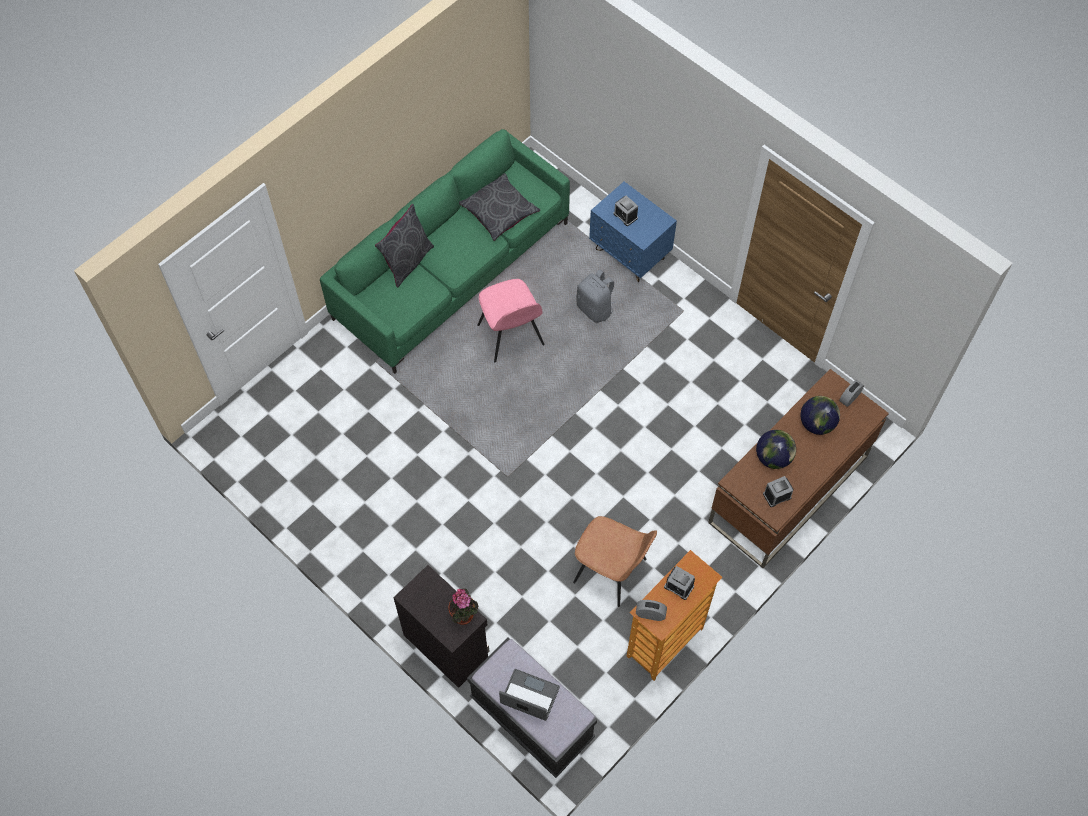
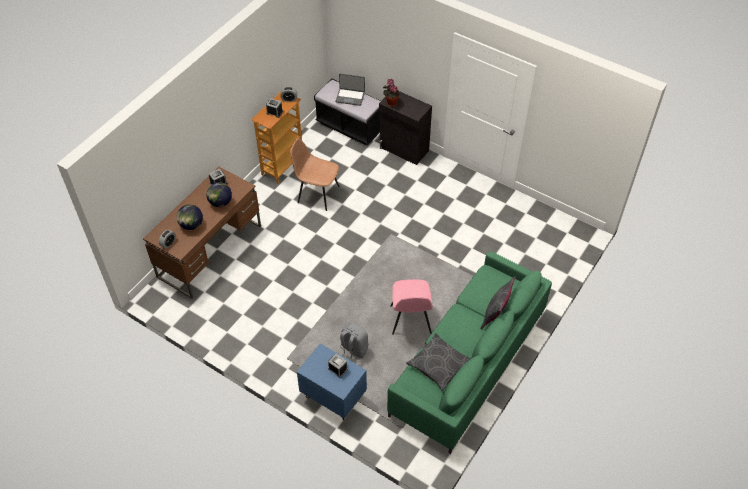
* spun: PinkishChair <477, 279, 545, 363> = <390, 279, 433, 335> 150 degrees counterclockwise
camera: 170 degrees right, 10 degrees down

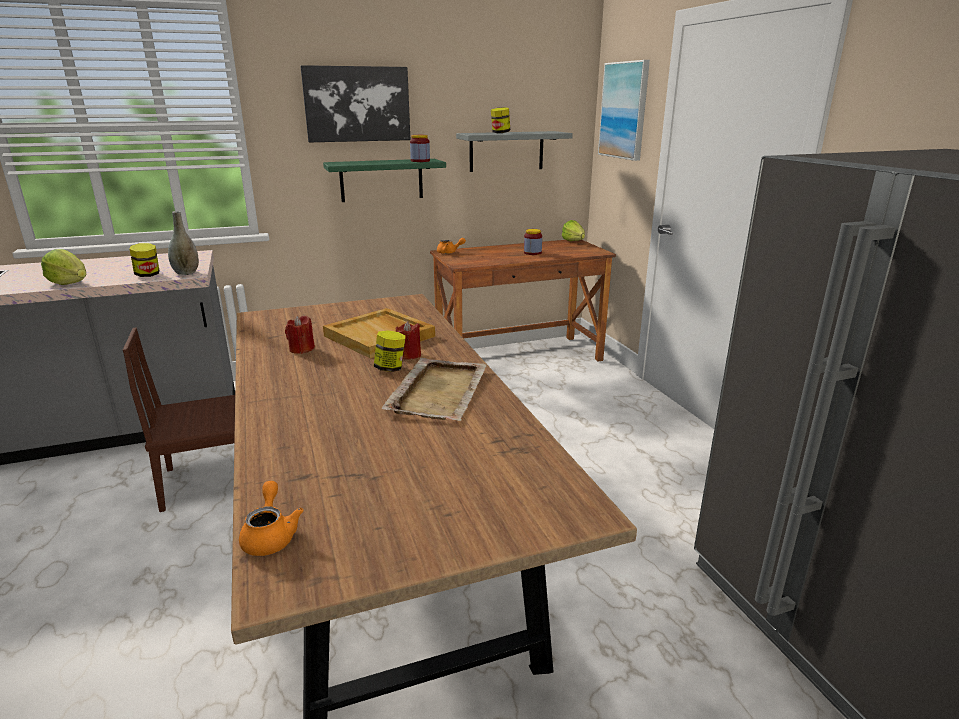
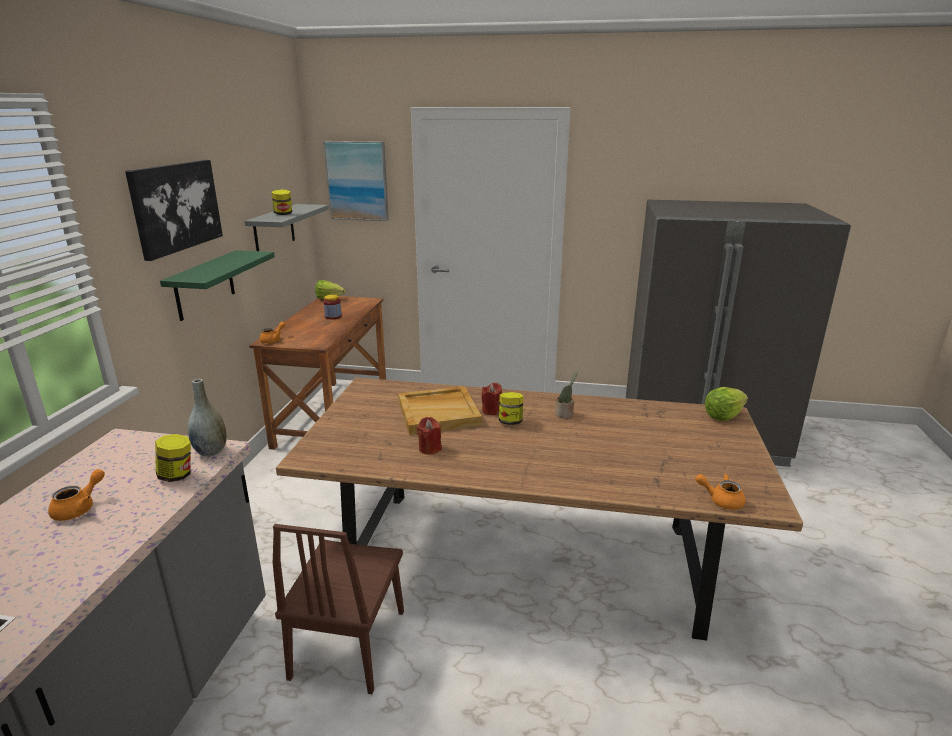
* missing: StorageJar <410, 135, 430, 162>
* relocated: LettuceHead <41, 249, 86, 285> to <705, 387, 748, 421>
* exchanged: BeigeServingTray <382, 358, 487, 421> to PottedPlant <555, 371, 578, 419>
* appeared: OrangeColouredPotForTea <48, 469, 105, 521>
camera: 60 degrees left, 0 degrees up

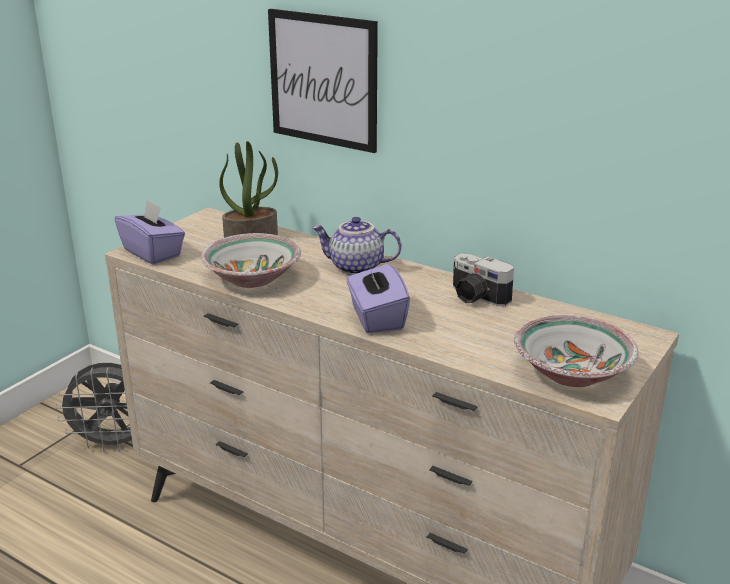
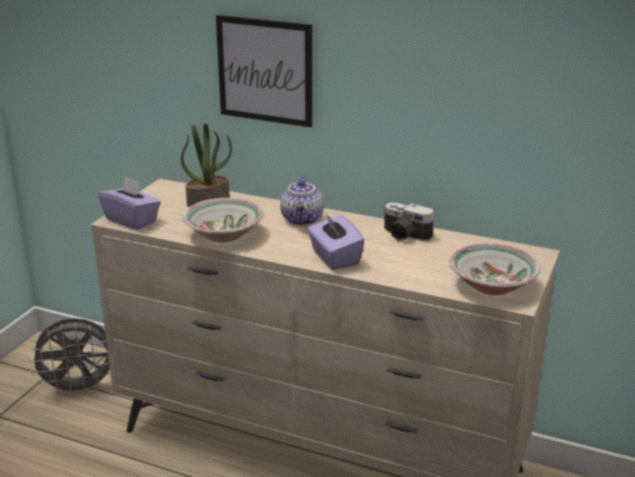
* spun: PotForTea <312, 217, 402, 275> = <280, 177, 324, 226> 90 degrees counterclockwise
camera: 10 degrees left, 0 degrees up

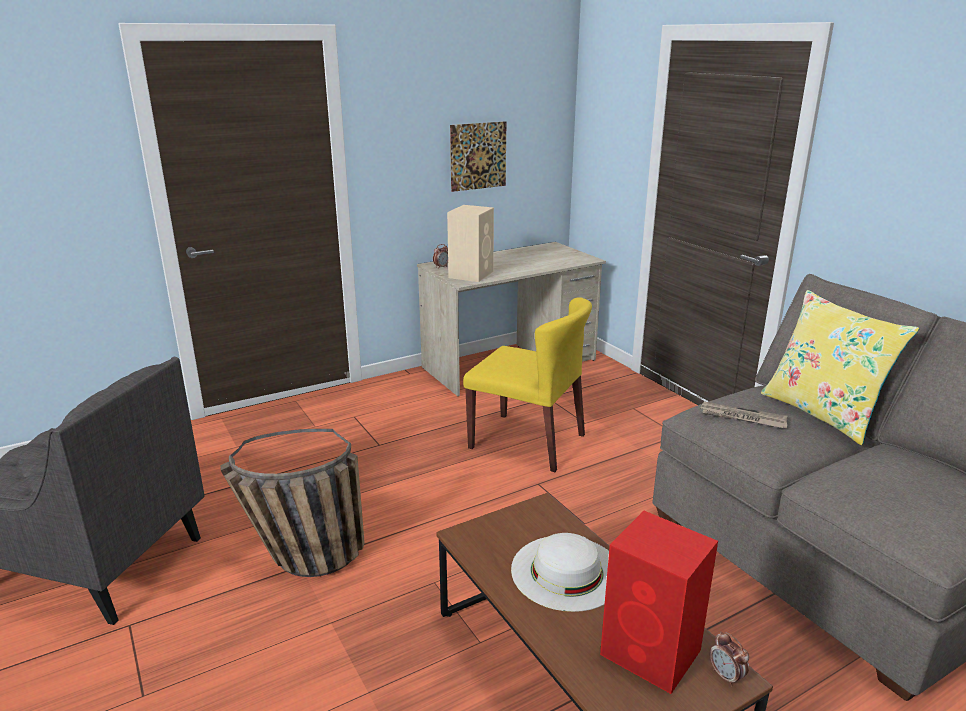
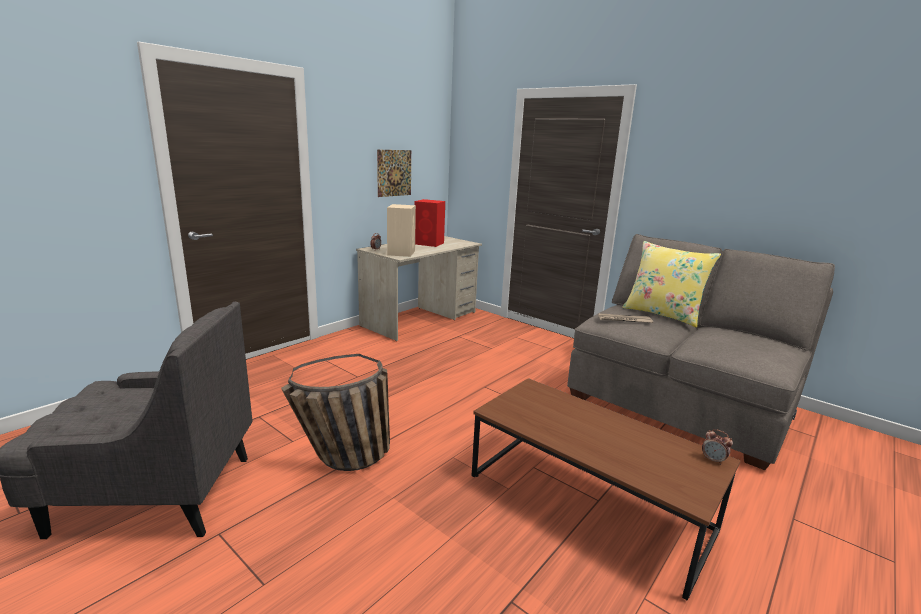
* missing: YellowColouredChair <463, 297, 592, 472>
* relocated: RedColouredLoudspeaker <600, 511, 718, 694> to <415, 199, 445, 247>
* missing: WhiteColouredClothingHat <511, 533, 609, 612>
camera: 20 degrees left, 5 degrees down

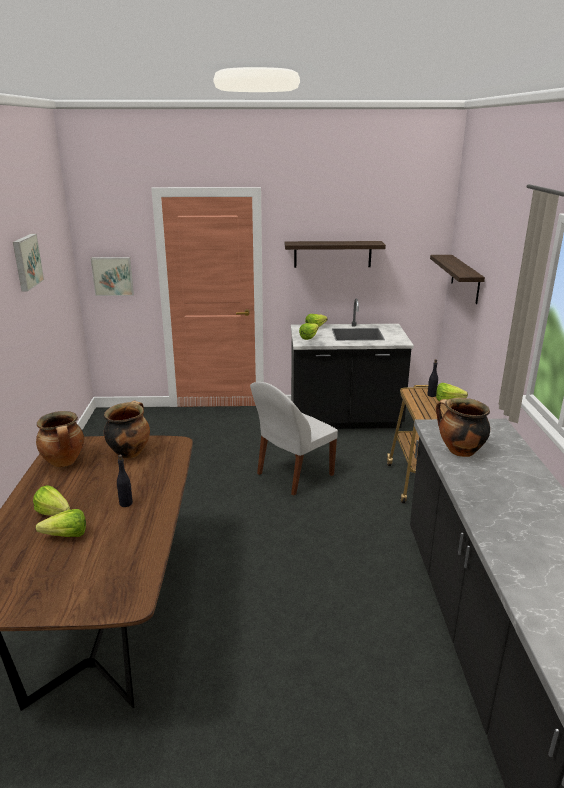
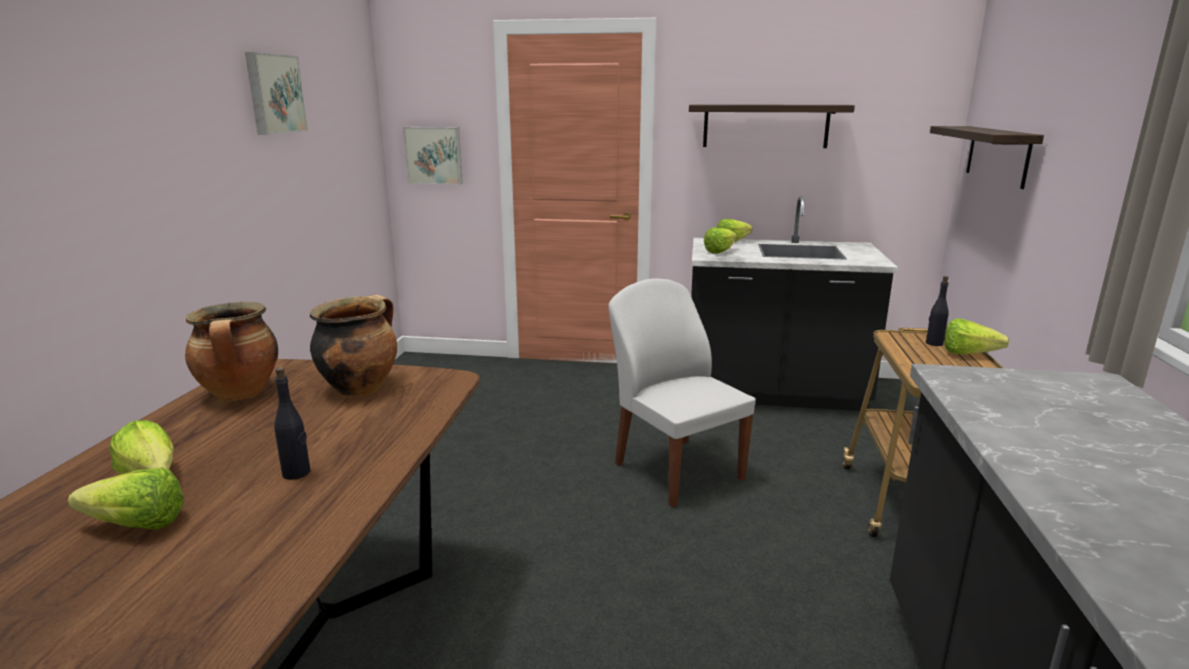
* spun: WhiteColouredChair <250, 382, 338, 496> = <608, 279, 756, 507> 90 degrees clockwise
* missing: Stockpot <436, 398, 490, 457>
camera: 10 degrees right, 5 degrees down

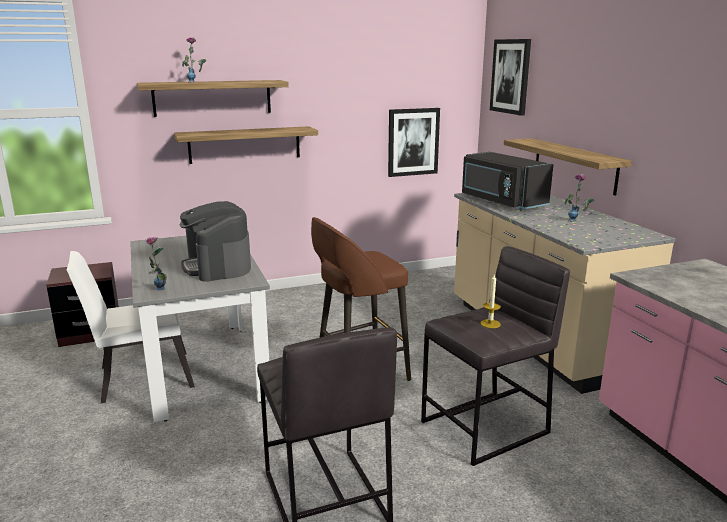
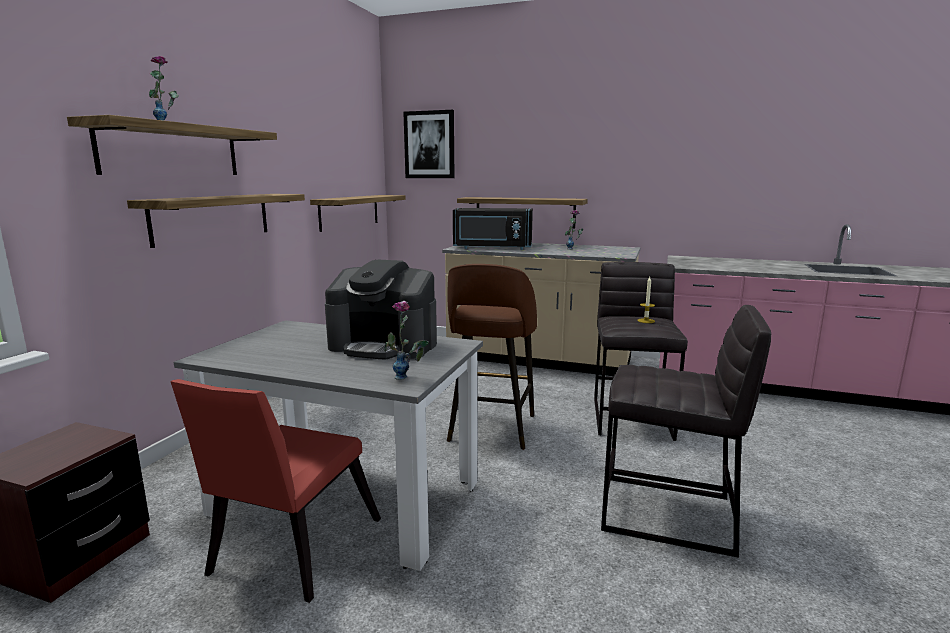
* exchanged: Picture <388, 108, 440, 177> to Shelf <310, 195, 406, 232>
* colour: WhiteColouredChair <67, 251, 195, 403> to RedColouredChair <170, 379, 381, 603>
camera: 50 degrees left, 5 degrees down

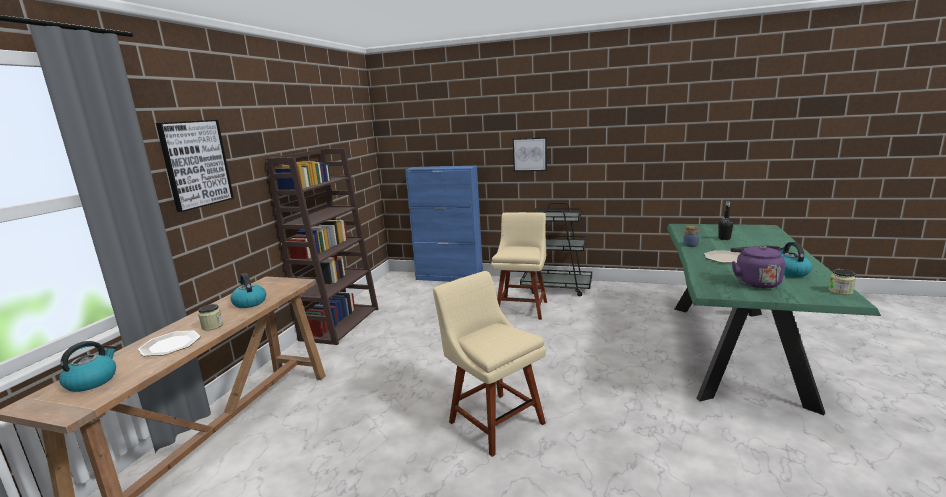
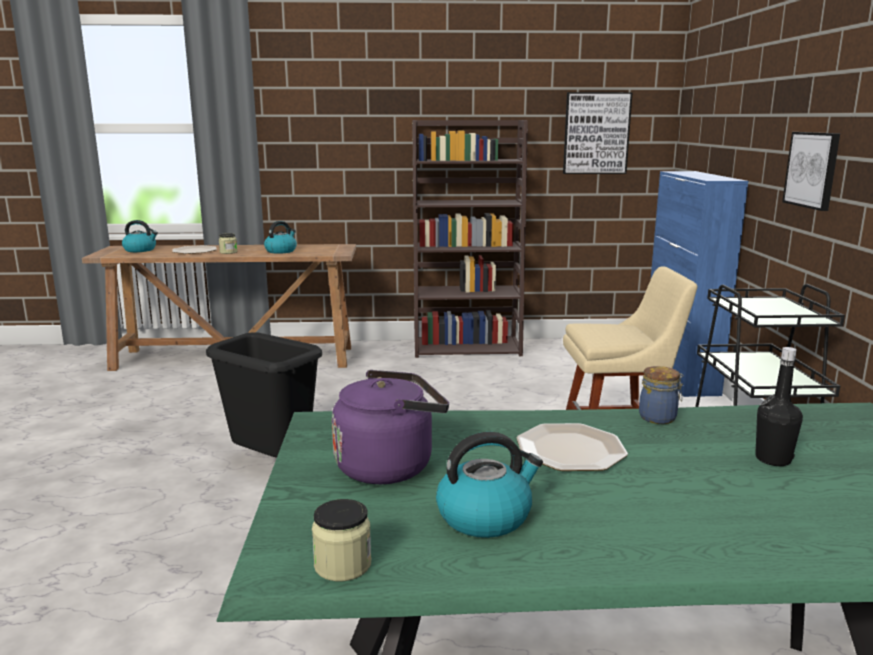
* relocated: Picture <156, 120, 234, 212> to <563, 92, 633, 174>
* exchanged: BeigeChair <433, 271, 546, 457> to BlackishTrashCan <206, 332, 322, 458>
camera: 70 degrees right, 0 degrees up

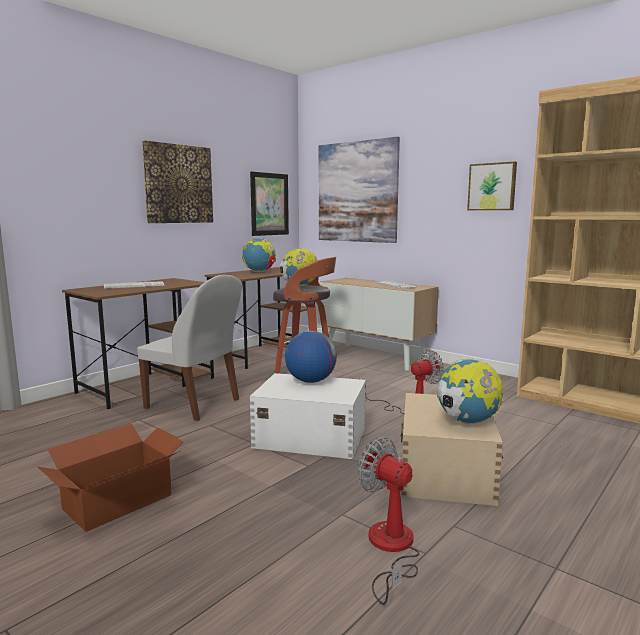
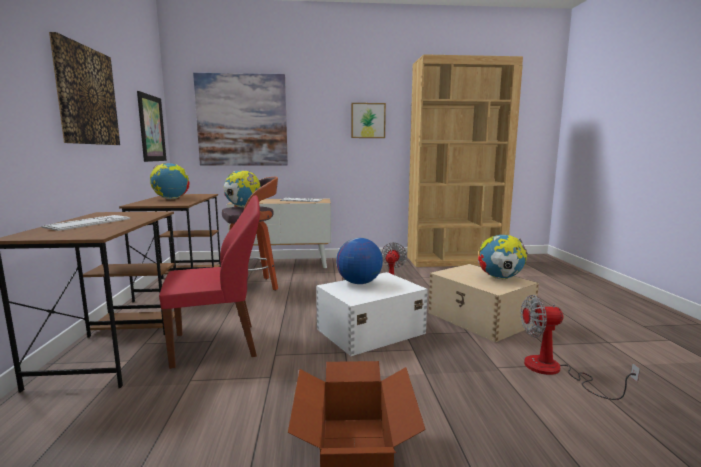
* colour: WhiteColouredChair <137, 275, 243, 421> to RedColouredChair <159, 195, 260, 369>
camera: 45 degrees left, 0 degrees up

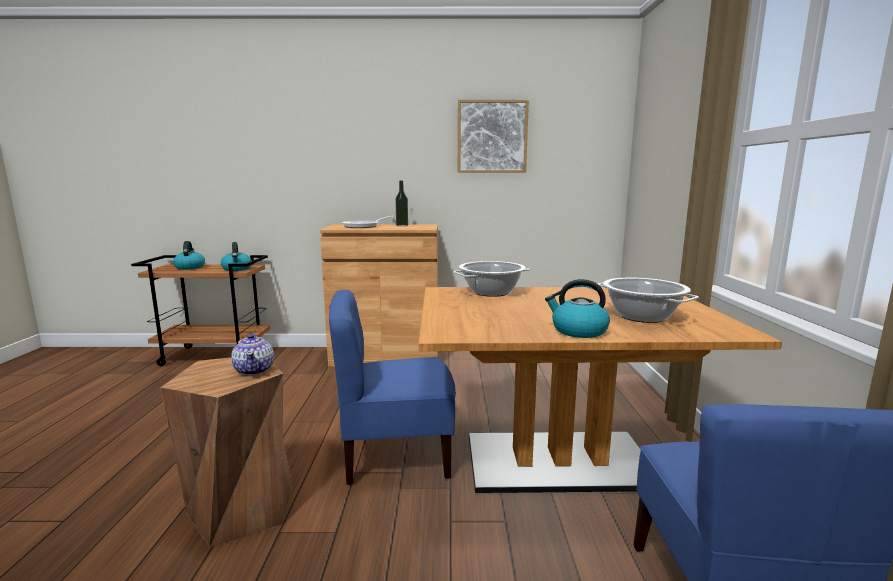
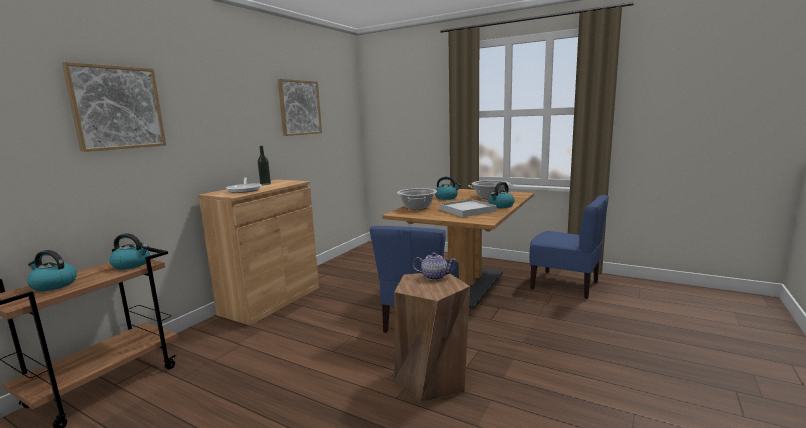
* appeared: Picture <62, 62, 166, 152>
* appeared: Kettle <435, 177, 461, 200>
* appeared: WhiteColouredServingTray <440, 199, 496, 217>
camera: 60 degrees left, 0 degrees up

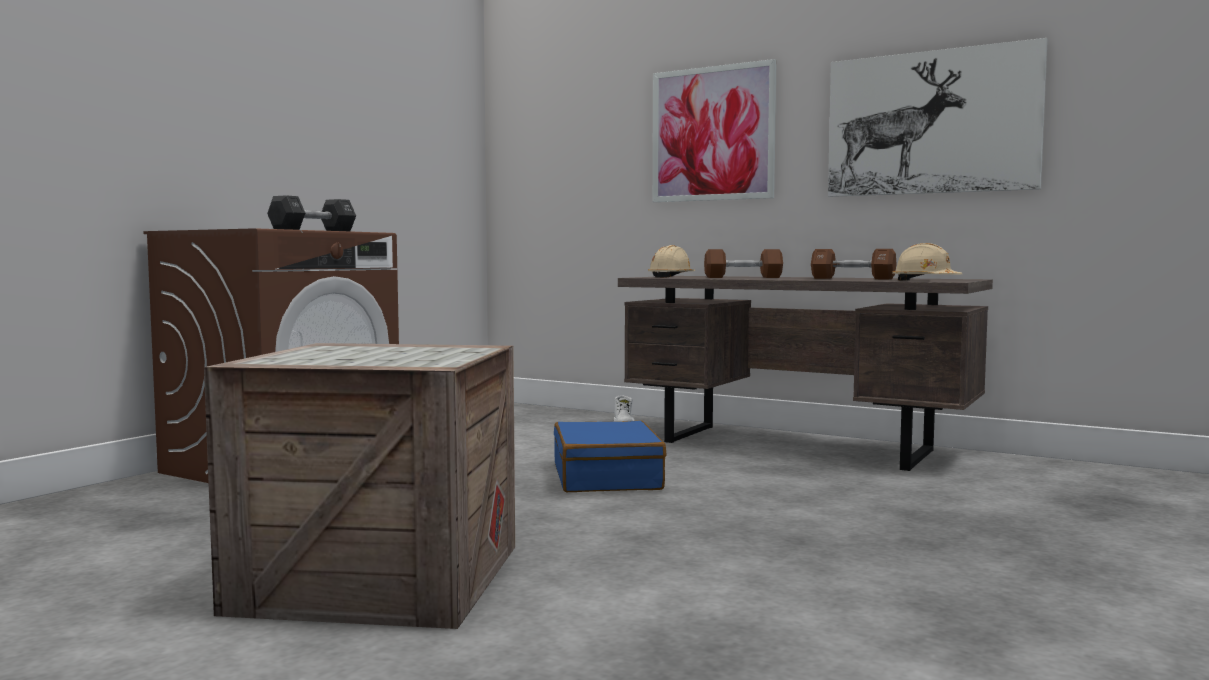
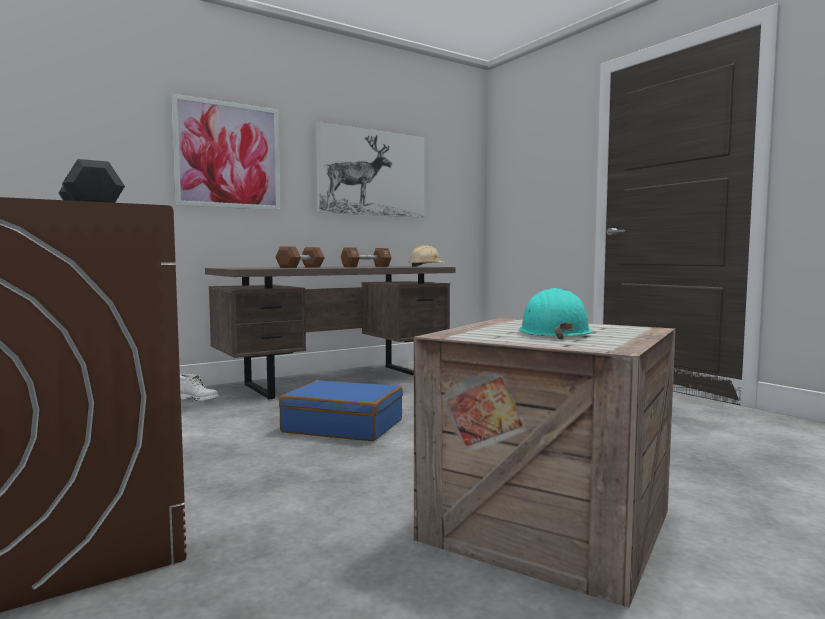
* missing: BeigeWorkHelmet <648, 245, 695, 278>
* appeared: TurquoiseColouredWorkHelmet <519, 288, 592, 340>
camera: 65 degrees left, 0 degrees up

